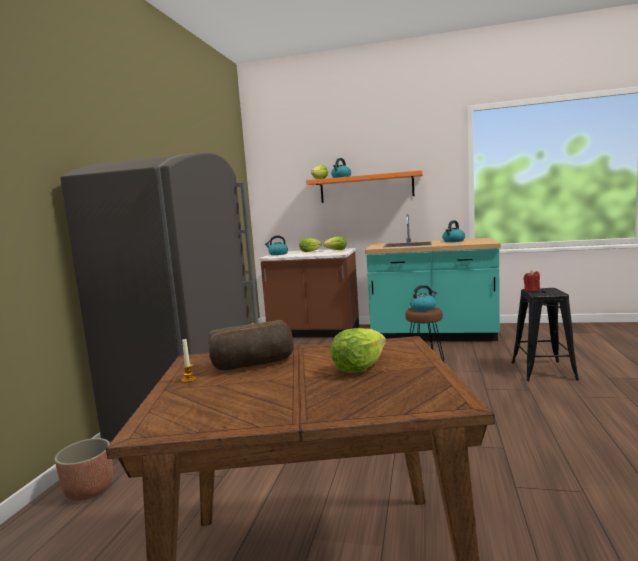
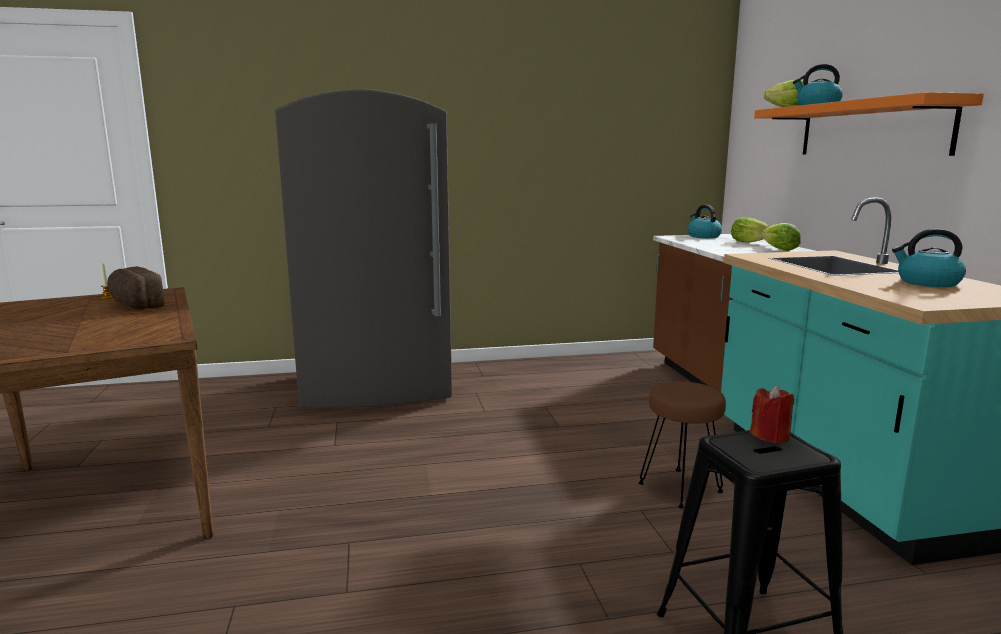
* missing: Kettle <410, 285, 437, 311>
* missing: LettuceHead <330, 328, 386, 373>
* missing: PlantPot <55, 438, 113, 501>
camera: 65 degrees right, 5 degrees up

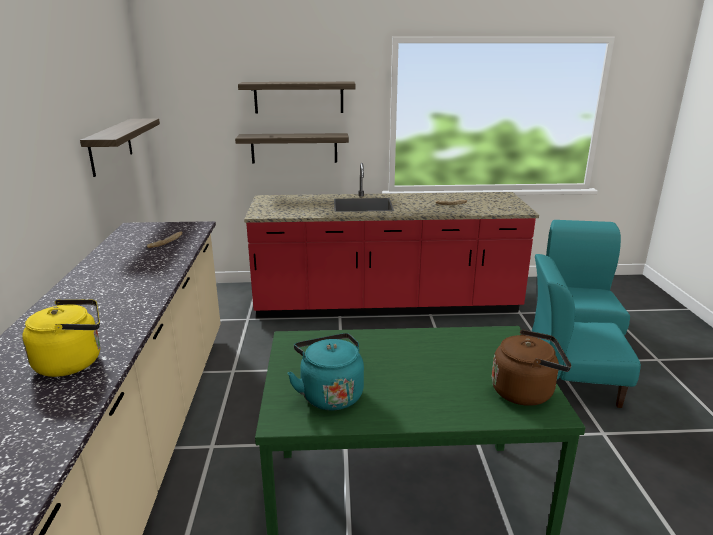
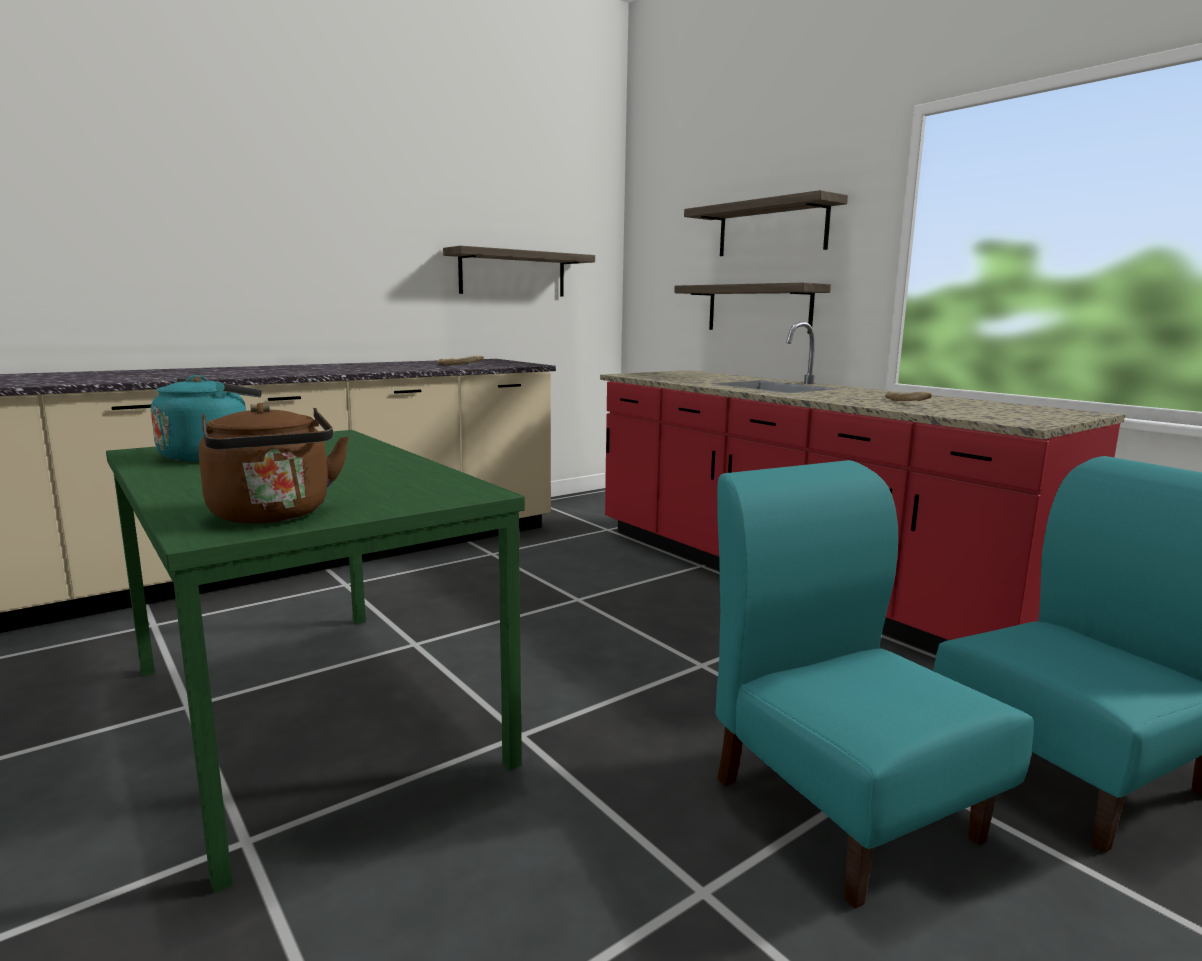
* missing: YellowColouredKettle <22, 299, 100, 377>
camera: 55 degrees right, 10 degrees down

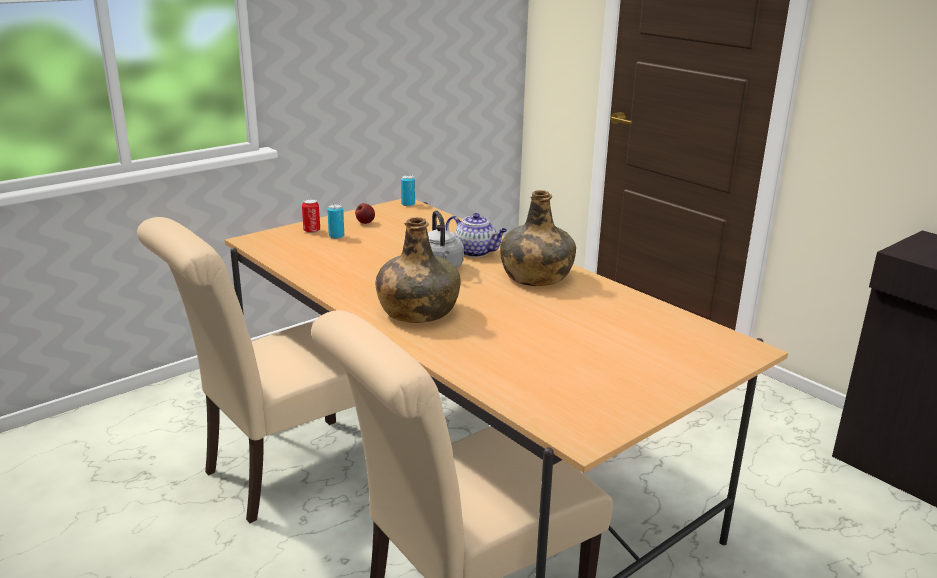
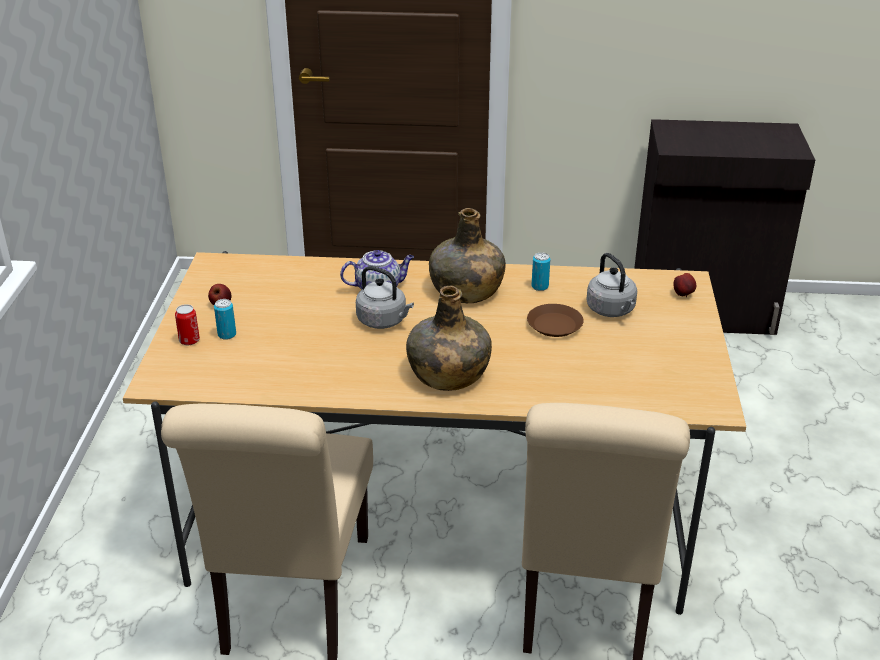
* relocated: SealedCan <401, 175, 415, 206> to <532, 252, 550, 291>
* appeared: GreyishKettle <586, 253, 637, 317>
* appeared: AppleFruit <673, 273, 696, 297>
* appeared: BrownPlate <527, 304, 584, 337>
camera: 45 degrees left, 10 degrees up

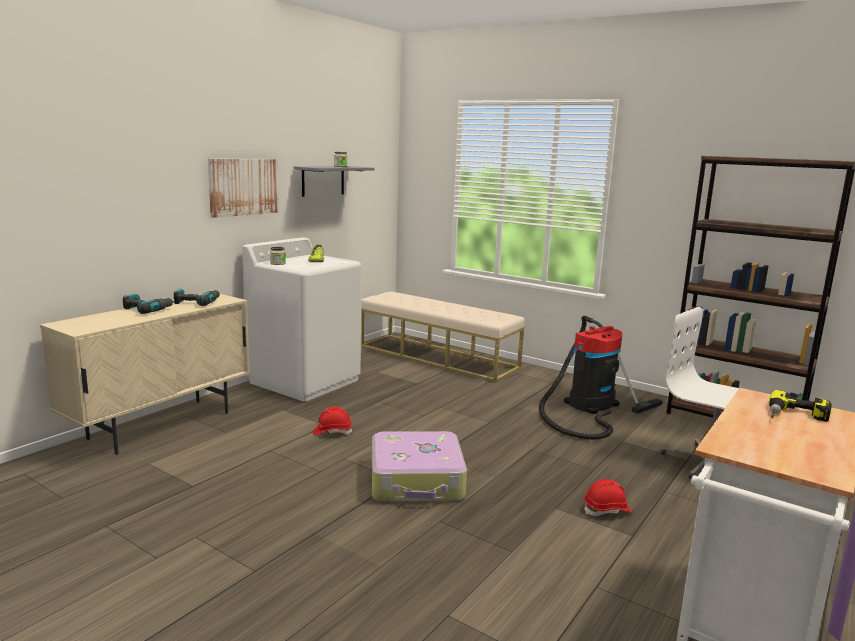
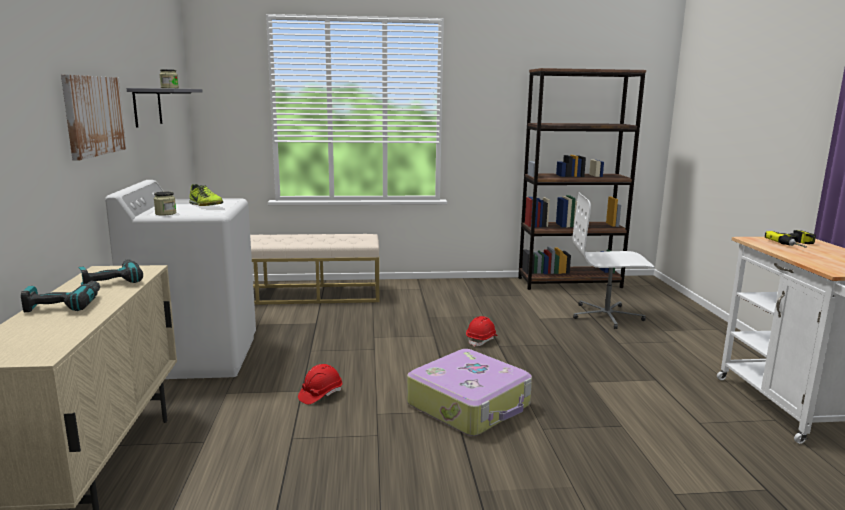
* missing: Vacuum <539, 316, 662, 440>
* relocated: RedColouredWorkHelmet <584, 479, 632, 516> to <466, 316, 498, 347>
camera: 40 degrees left, 0 degrees up

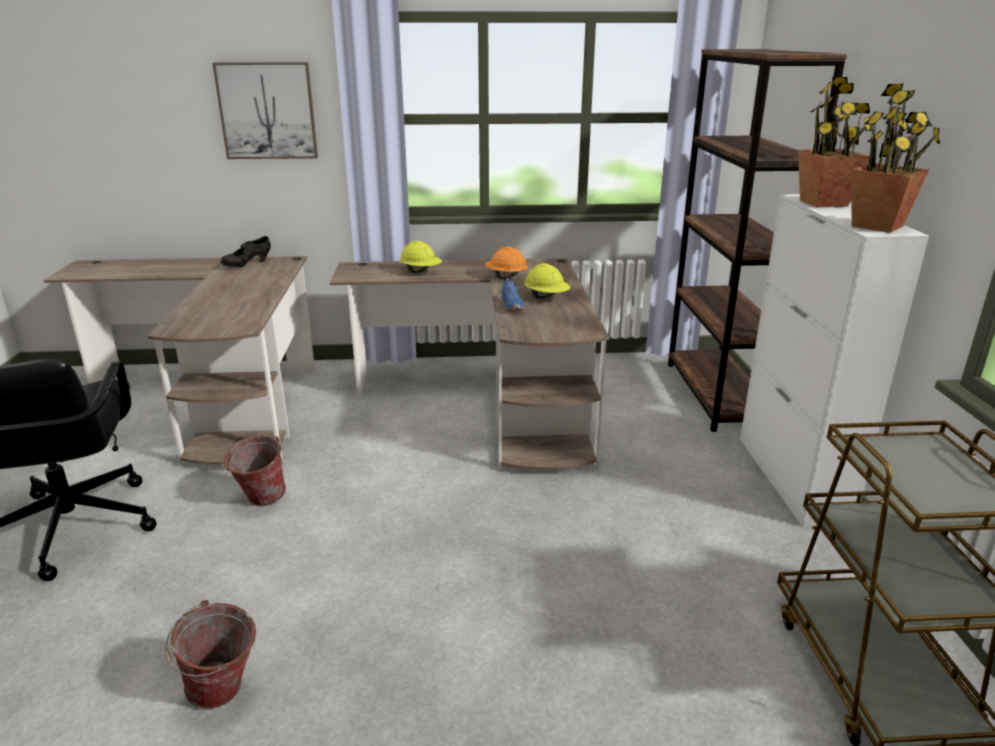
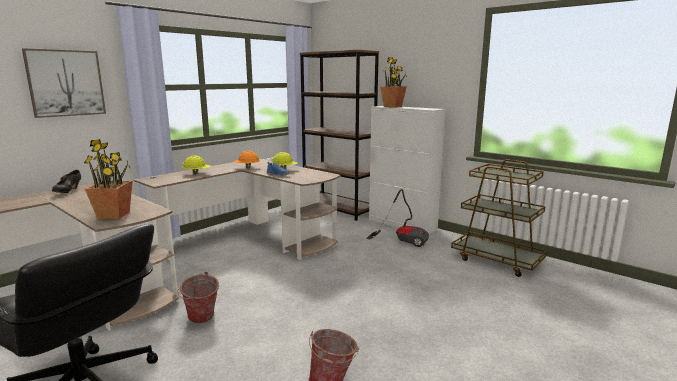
* relocated: PottedPlant <851, 84, 940, 233> to <84, 139, 133, 219>
* appeared: Vacuum <367, 189, 429, 247>
camera: 45 degrees left, 10 degrees down

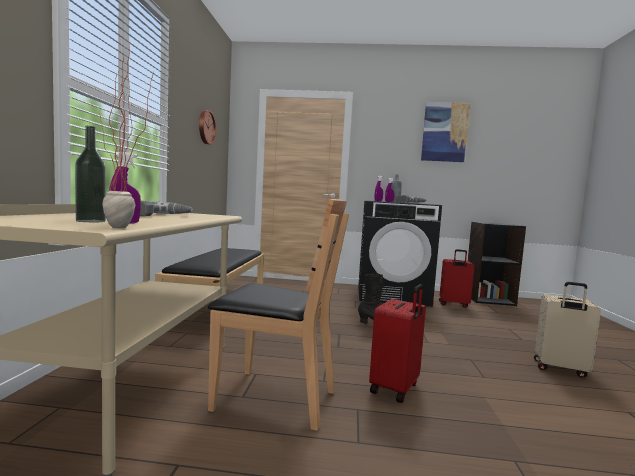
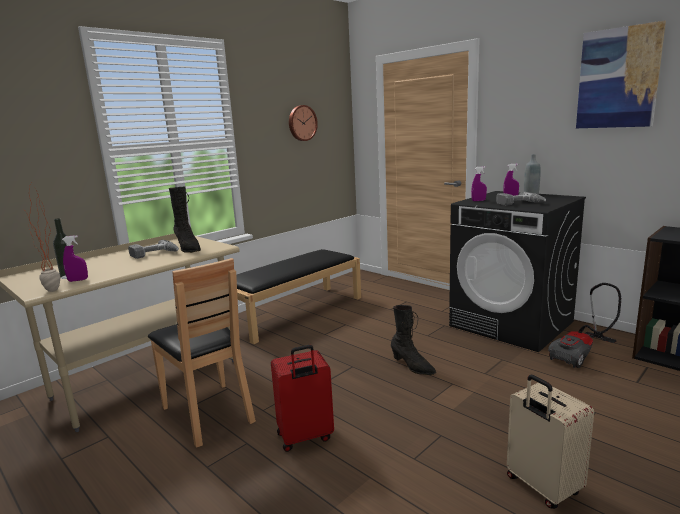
* exchanged: RedColouredSuitcase <439, 249, 474, 308> to Vacuum <548, 283, 621, 368>
* appeared: BlackishHighTopBoot <169, 186, 201, 253>
camera: 40 degrees right, 10 degrees up

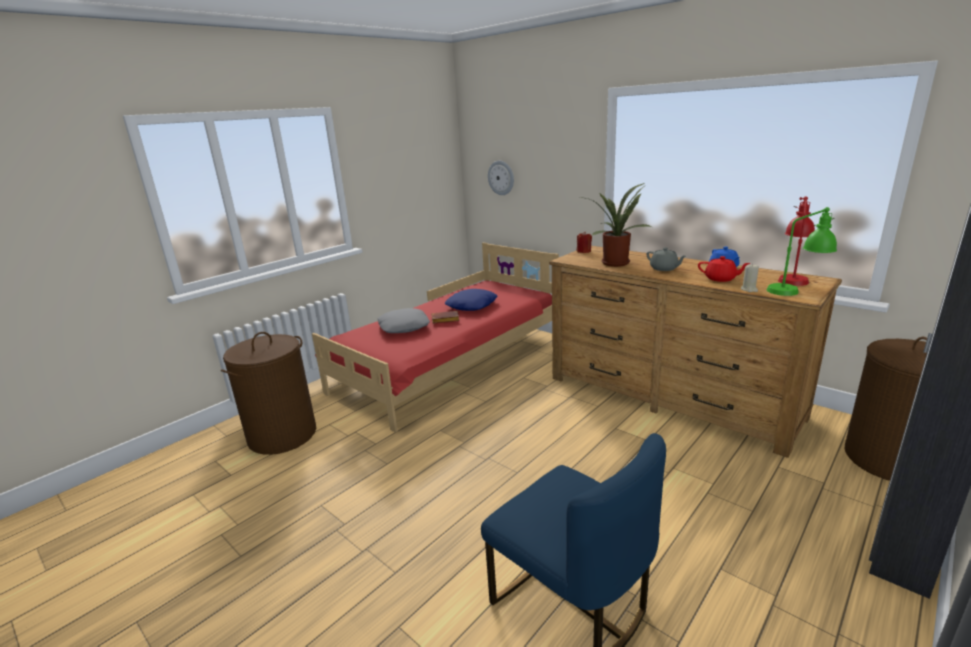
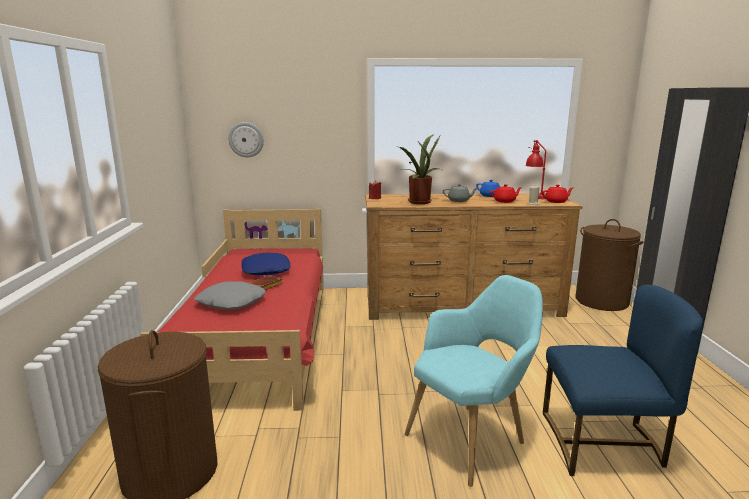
* exchanged: GreenishLampForATable <767, 207, 837, 296> to RedColouredPotForTea <542, 185, 574, 203>
* appeared: TurquoiseColouredEasyChair <405, 275, 543, 487>
camera: 45 degrees left, 5 degrees down

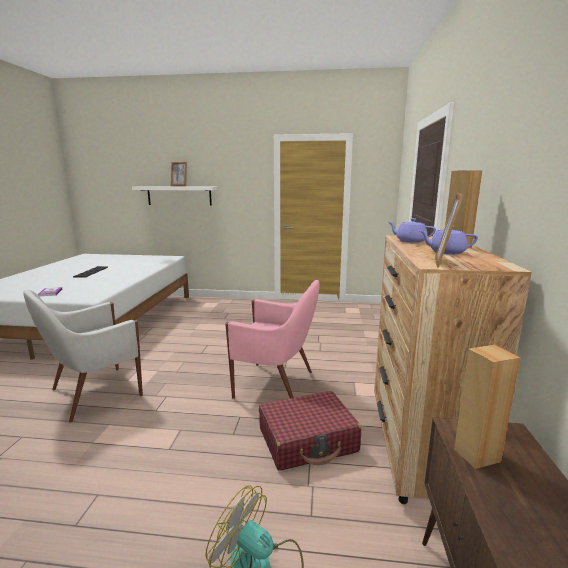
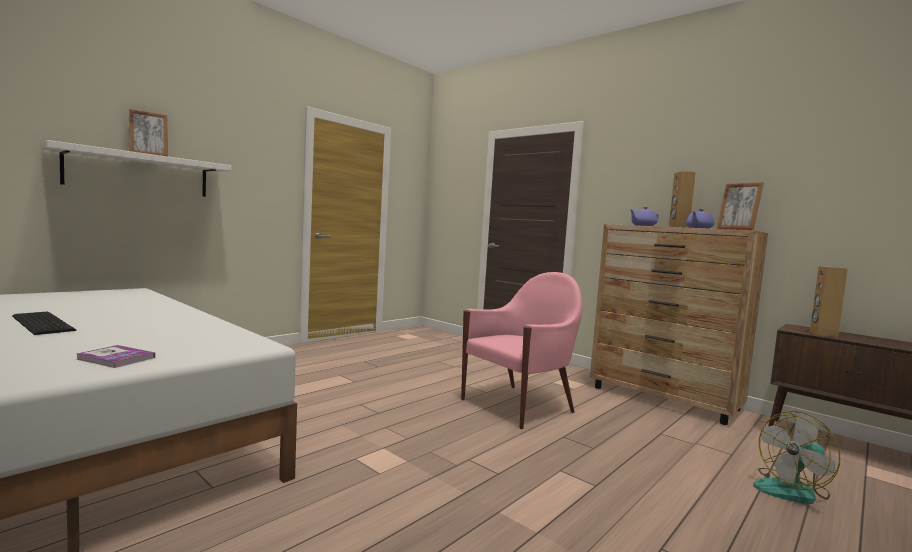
* missing: WhiteColouredEasyChair <24, 290, 143, 423>
* missing: RedColouredSuitcase <259, 391, 361, 471>
camera: 55 degrees left, 10 degrees down

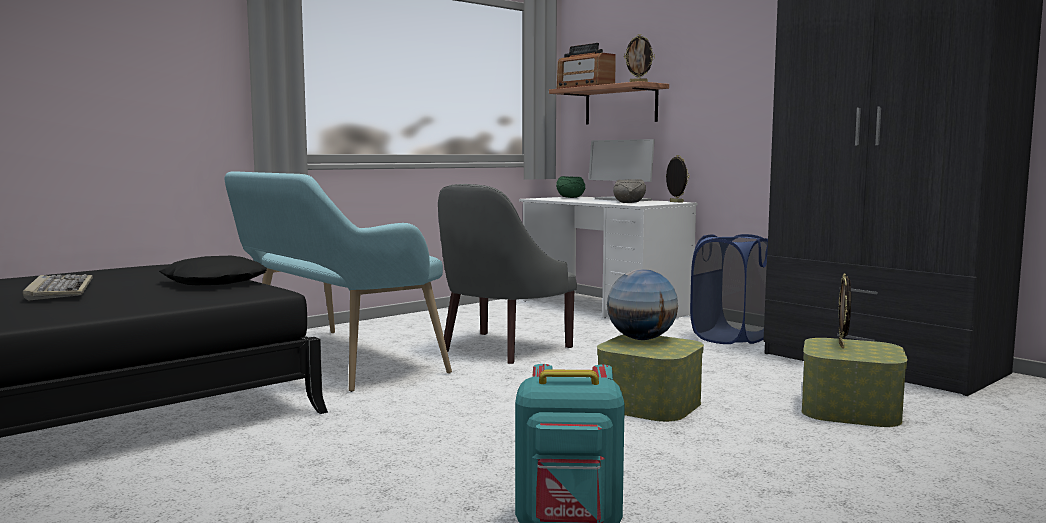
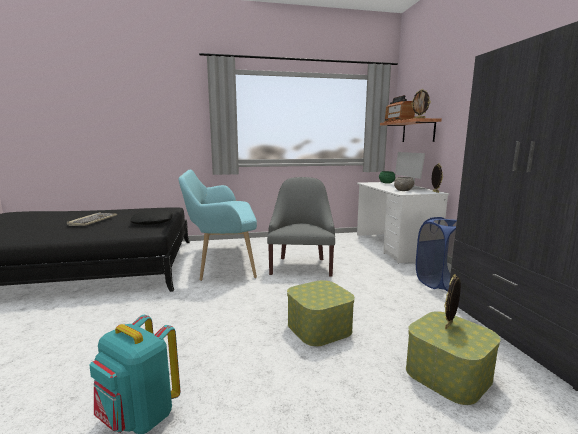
* spun: GreyishEasyChair <438, 184, 577, 364> = <267, 177, 335, 276> 120 degrees clockwise
* missing: WorldGlobe <607, 269, 678, 340>
camera: 30 degrees right, 5 degrees up

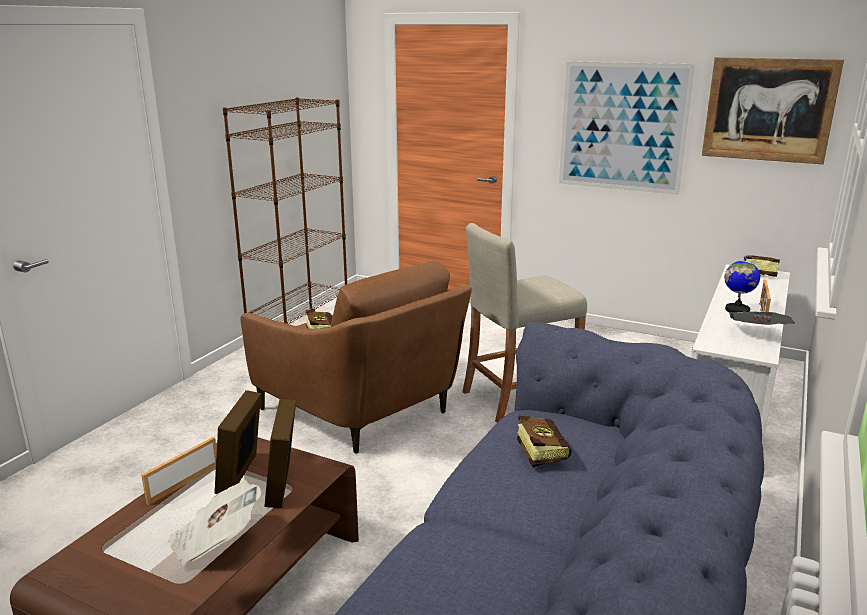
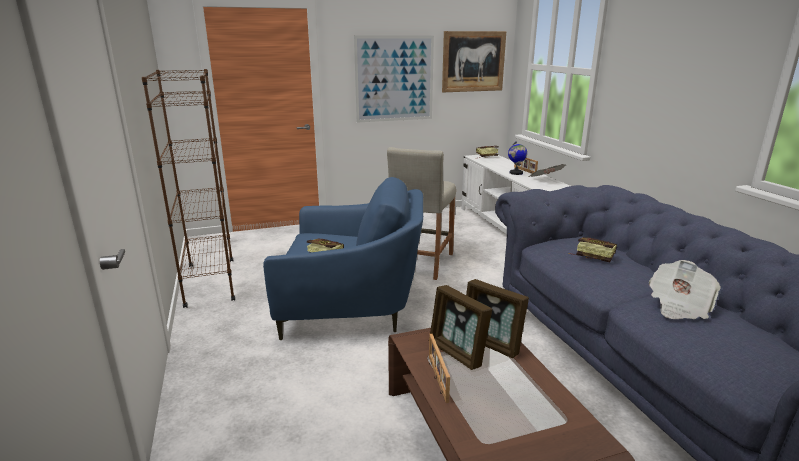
* colour: BrownEasyChair <240, 261, 472, 454> to BluishEasyChair <263, 177, 423, 340>
* relocated: DailyPaper <168, 480, 261, 566> to <649, 260, 721, 319>
camera: 45 degrees left, 0 degrees up

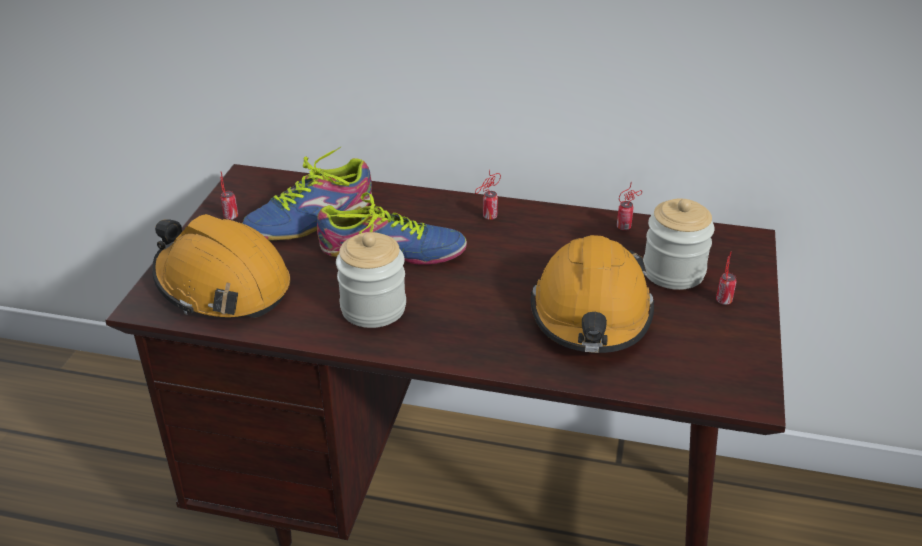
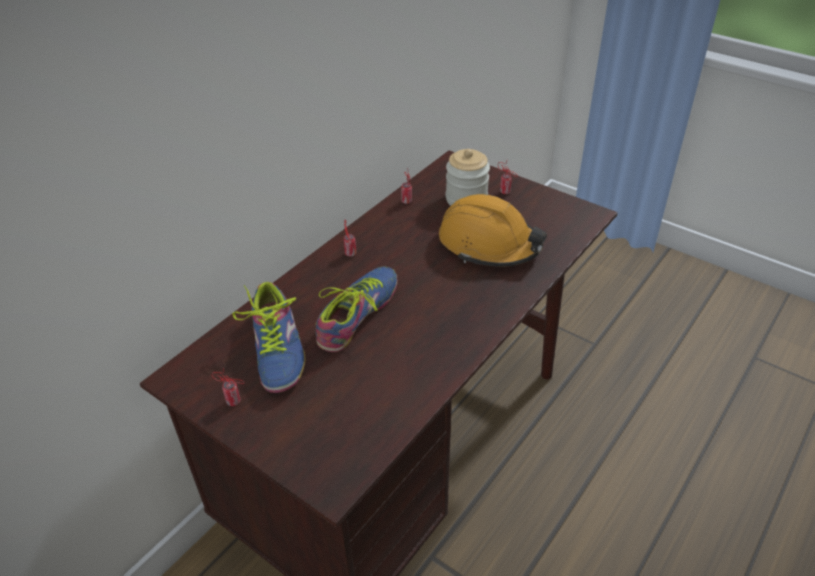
* missing: OrangeColouredWorkHelmet <152, 214, 290, 318>
* missing: StorageJar <336, 232, 406, 328>
camera: 65 degrees left, 5 degrees up

